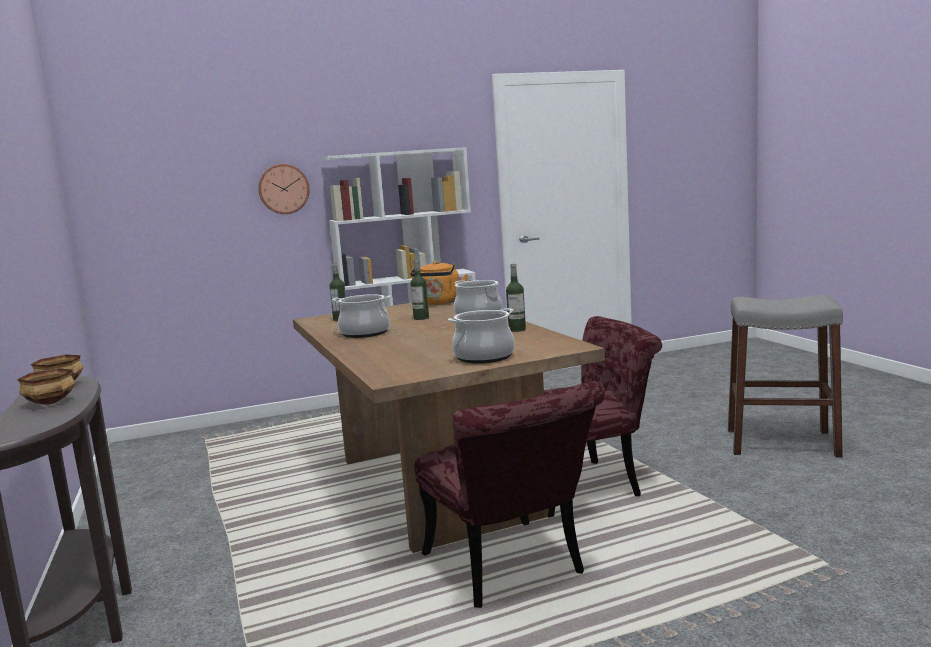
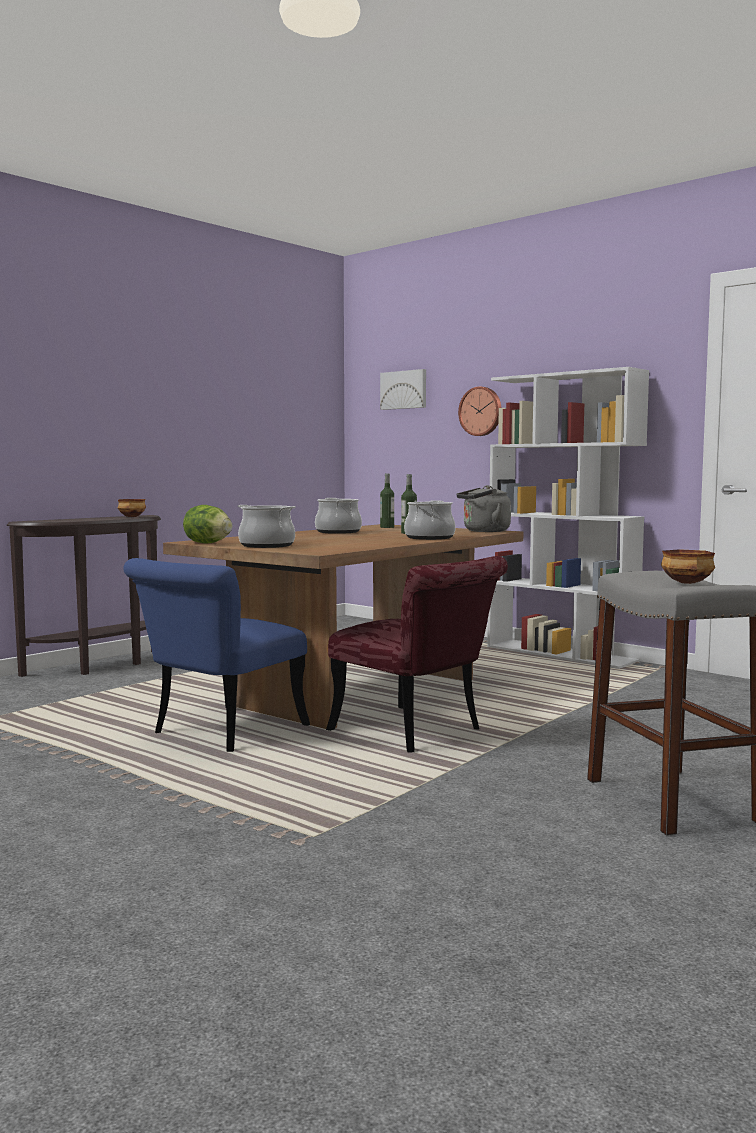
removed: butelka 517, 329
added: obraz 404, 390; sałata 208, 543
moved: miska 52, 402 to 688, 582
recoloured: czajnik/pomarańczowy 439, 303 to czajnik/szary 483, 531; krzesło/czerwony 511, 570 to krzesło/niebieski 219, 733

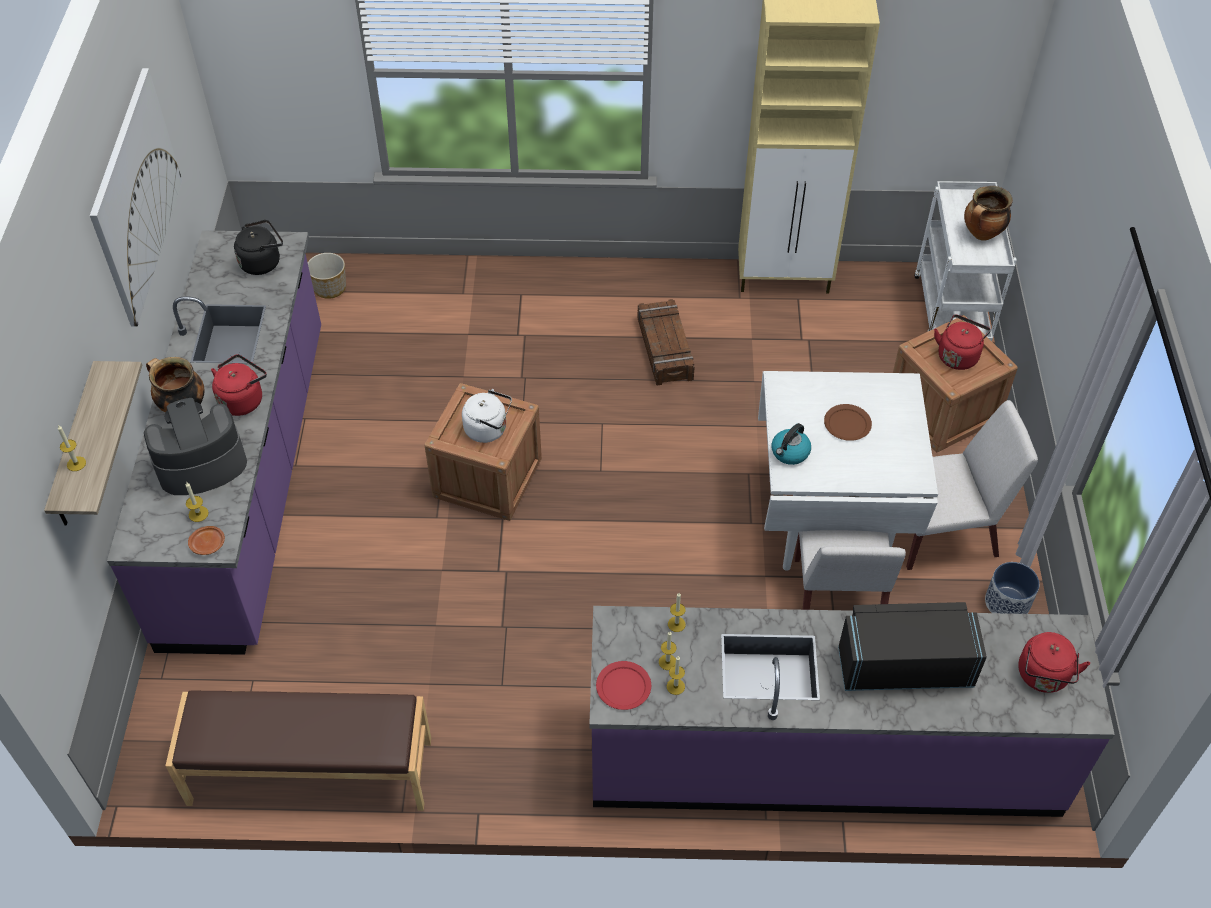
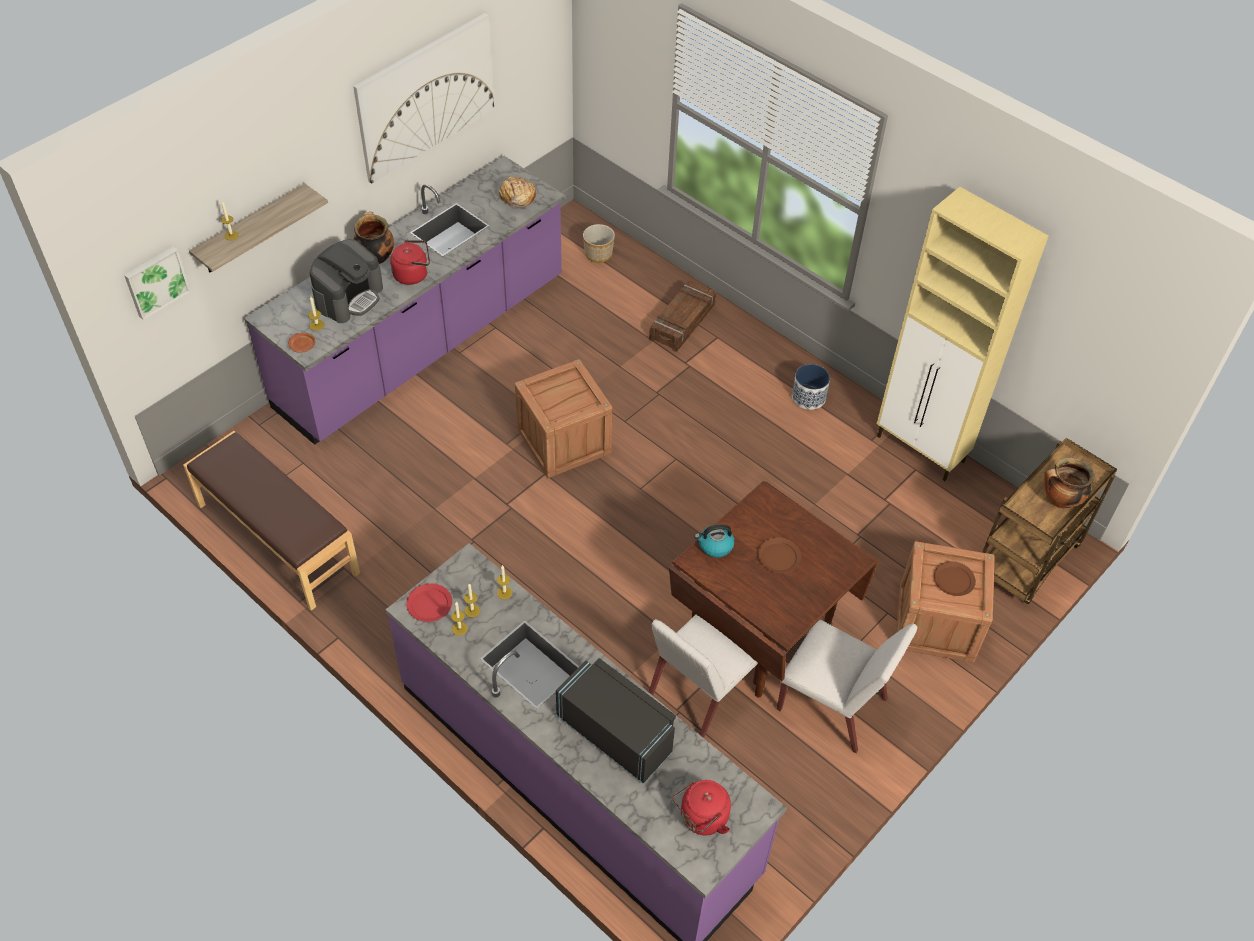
removed: czajnik/biały 488, 429
added: obraz 156, 281
moved: skrzynka 665, 348 to 683, 322; donica 1007, 603 to 808, 397
replaced: czajnik/czarny 262, 262 to chleb 517, 197; czajnik/czerwony 958, 355 to talerz/brązowy 954, 580
recoloured: wózek/biały 952, 314 to wózek/brązowy 1027, 561; stół jadalny/biały 830, 519 to stół jadalny/brązowy 761, 634
turned: ekspres do kawy 200, 464 = 349, 297 105 degrees clockwise

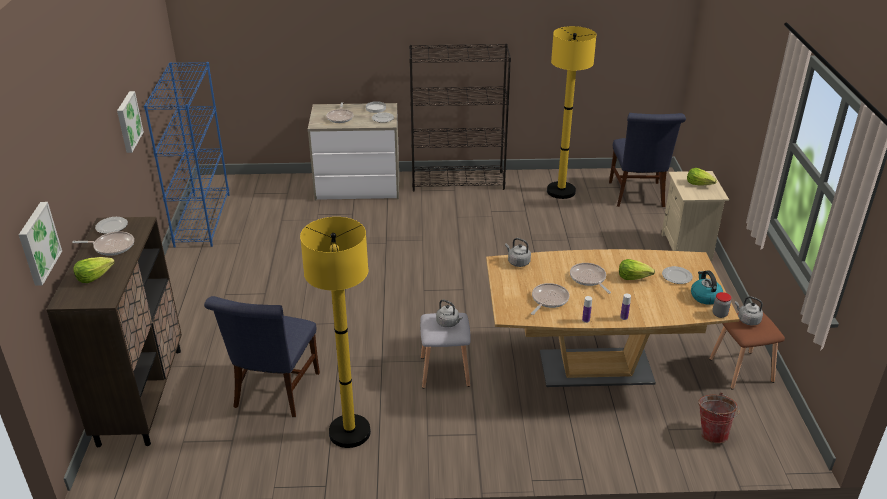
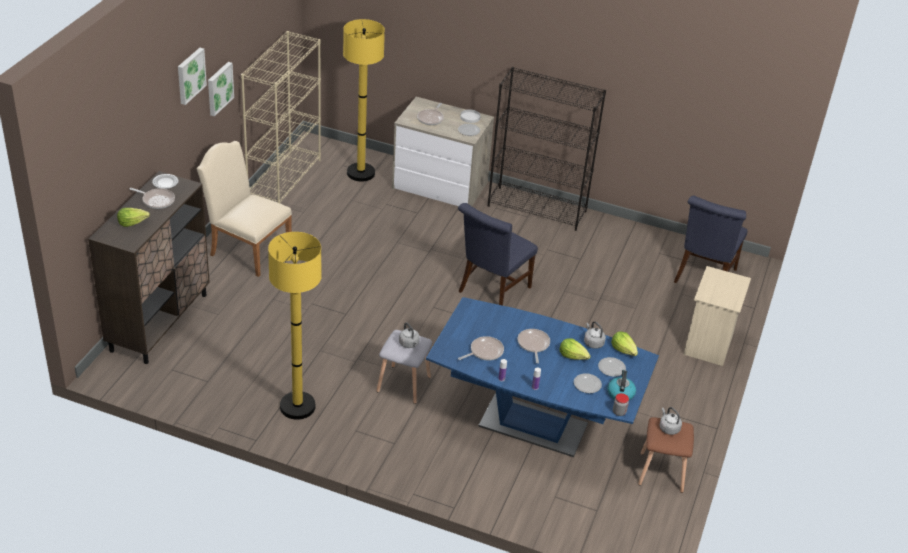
removed: wiadro 712, 432
added: krzesło/beżowy 246, 249; talerz 587, 385
moved: lampa stojąca/żółty 561, 191 to 360, 173; sałata 699, 184 to 624, 350; obraz 37, 243 to 190, 75; czajnik/szary 517, 262 to 593, 343; krzesło/niebieski 274, 393 to 491, 291
recoloured: regał/niebieski 202, 219 to regał/beżowy 284, 178; stół jadalny/brązowy 595, 368 to stół jadalny/niebieski 533, 425

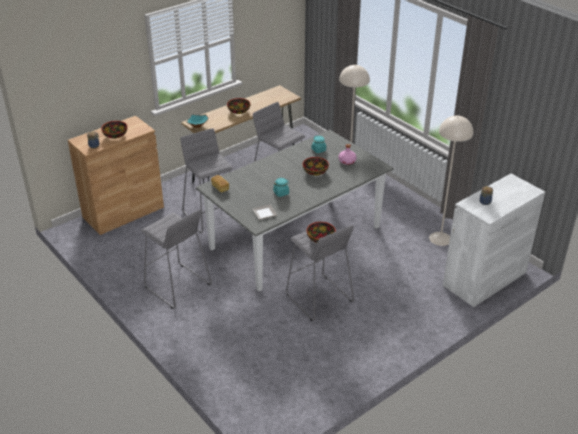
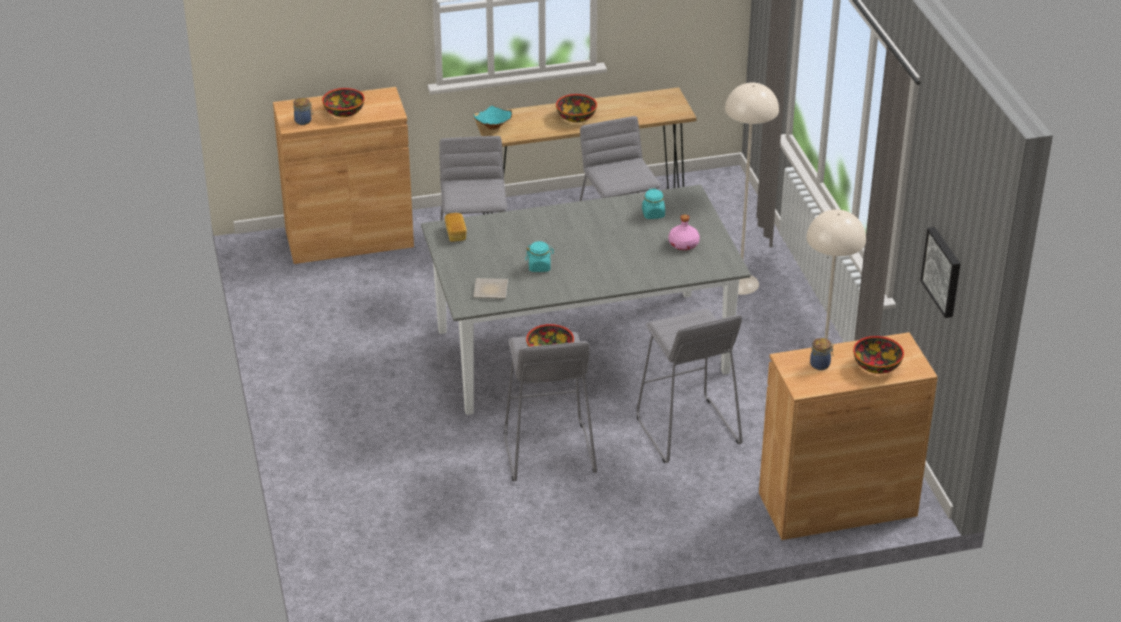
added: obraz 943, 271
moved: miska 315, 172 to 876, 365; stołek/szary 177, 286 to 687, 431
recoloured: szafka/biały 484, 279 to szafka/brązowy 837, 504

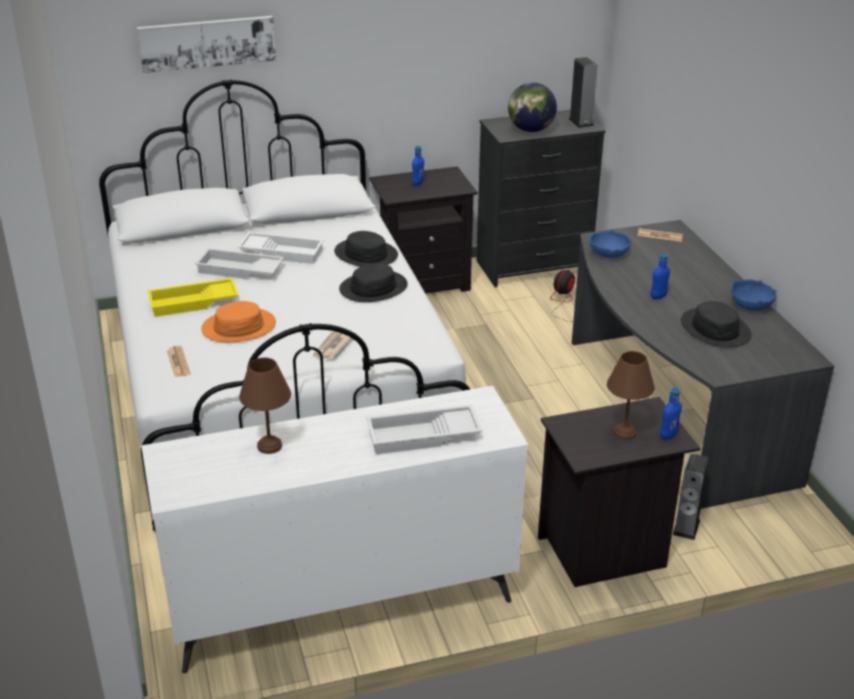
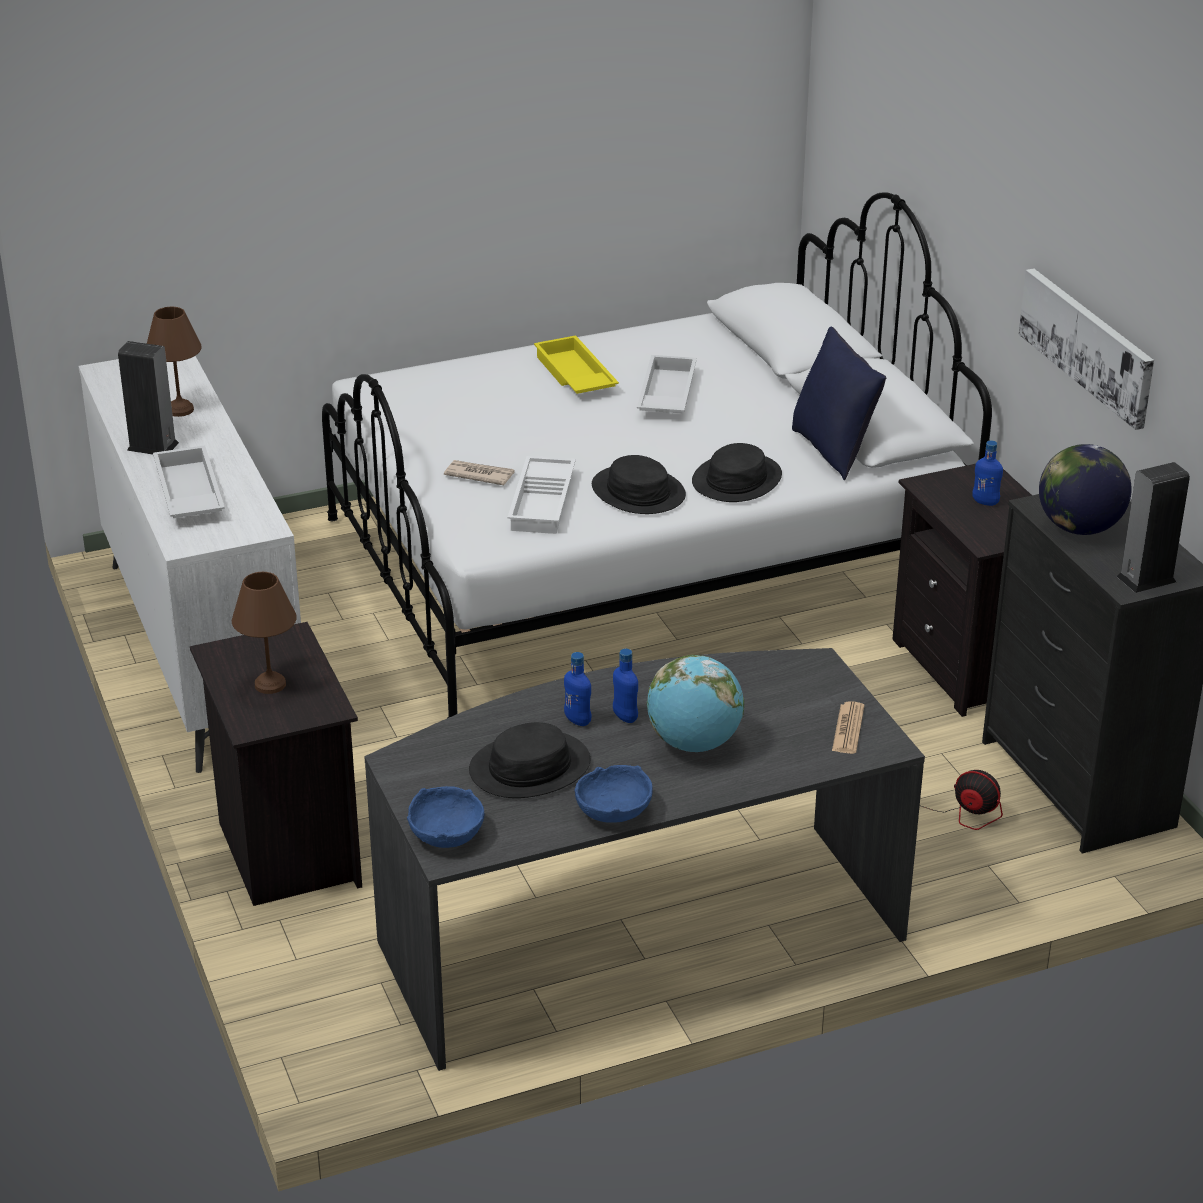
removed: kapelusz/pomarańczowy 239, 327; gazeta 178, 362
added: poduszka/niebieski 833, 451; globus 694, 743
moved: obraz 207, 43 to 1087, 345; miska/niebieski 609, 253 to 446, 835; taca/biały 282, 252 to 544, 502; butelka/niebieski 668, 435 to 577, 720; głośnik 686, 527 to 153, 446

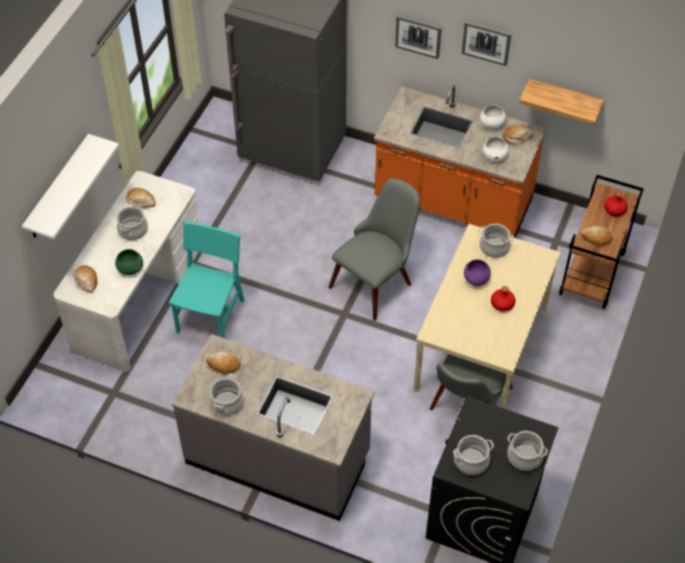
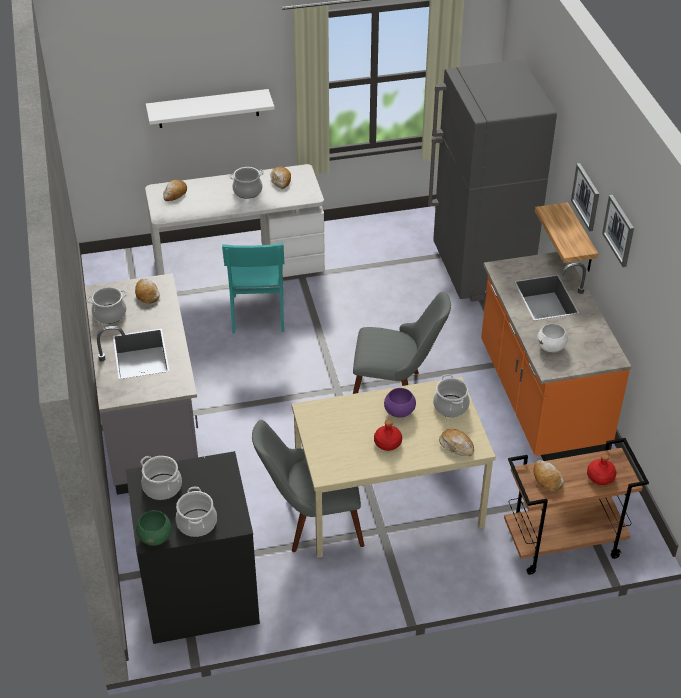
removed: miska/biały 491, 124
moved: półka 564, 99 to 580, 240; chleb 517, 137 to 456, 446; miska/zielony 130, 268 to 155, 537
turned: krzesło/turkusowy 211, 316 = 258, 313 105 degrees clockwise

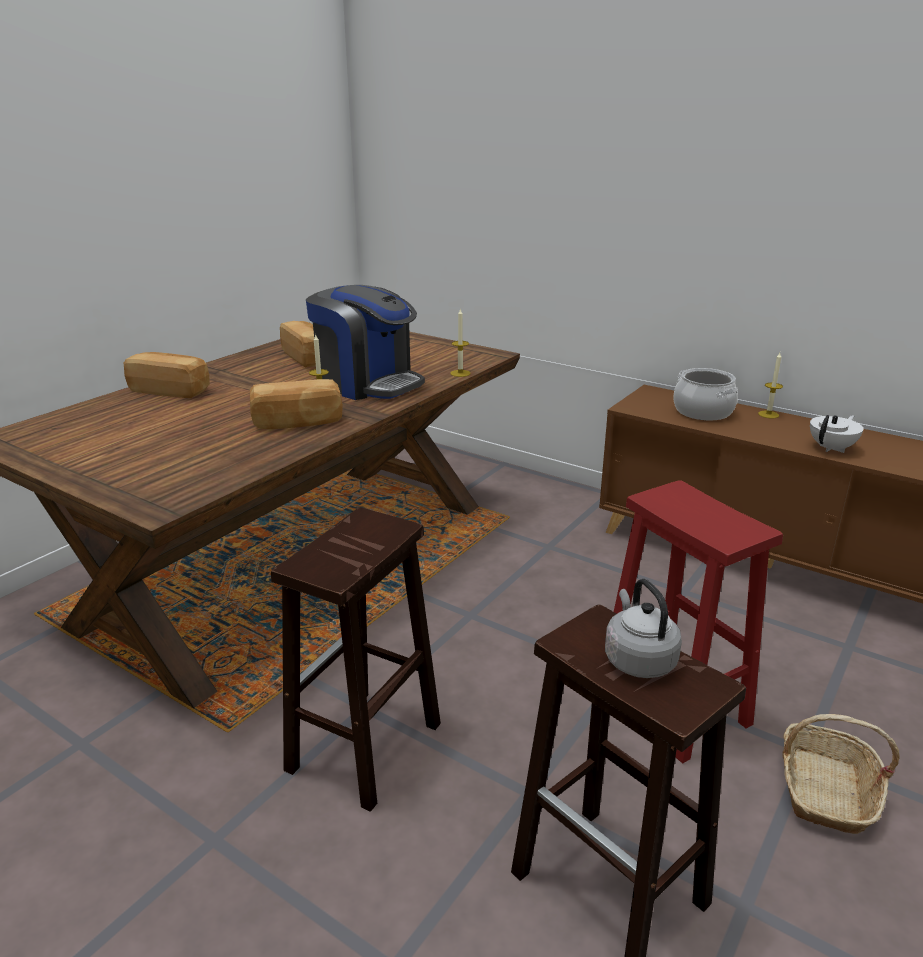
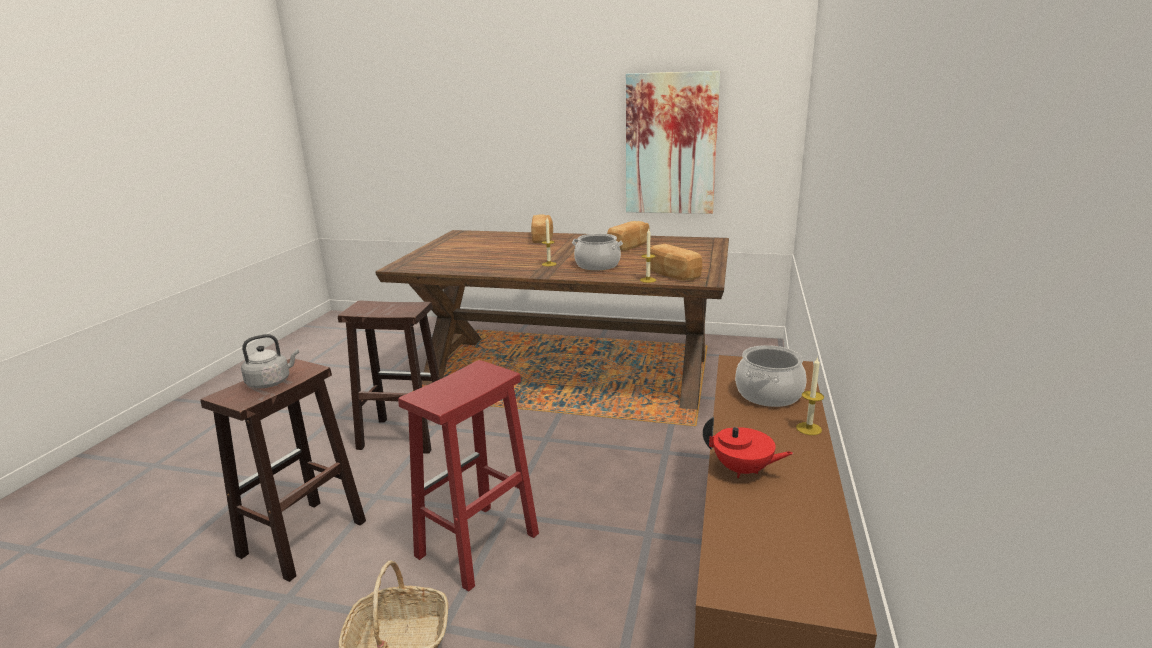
added: obraz 670, 144
moved: chleb 298, 423 to 672, 274
replaced: ekspres do kawy 367, 383 to garnek 597, 265
recoloured: imbryk/biały 832, 448 to imbryk/czerwony 742, 470

